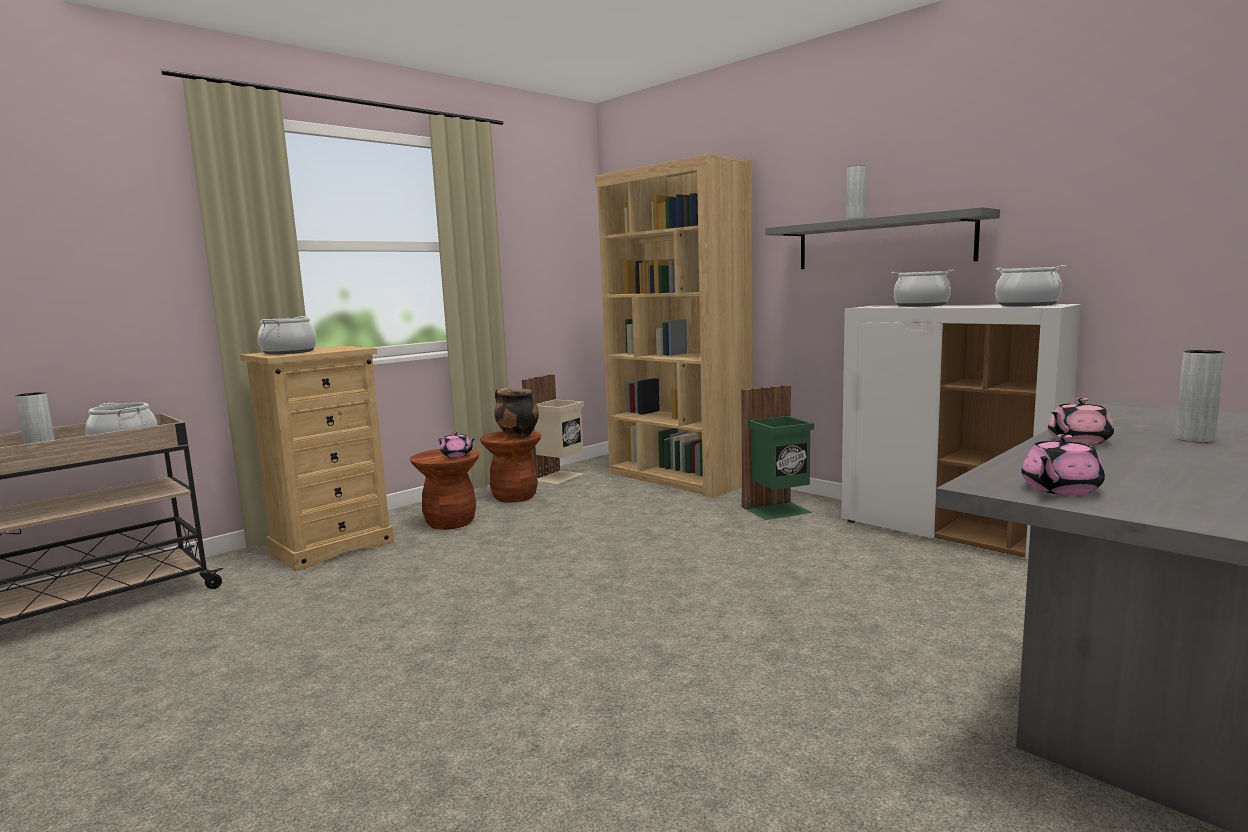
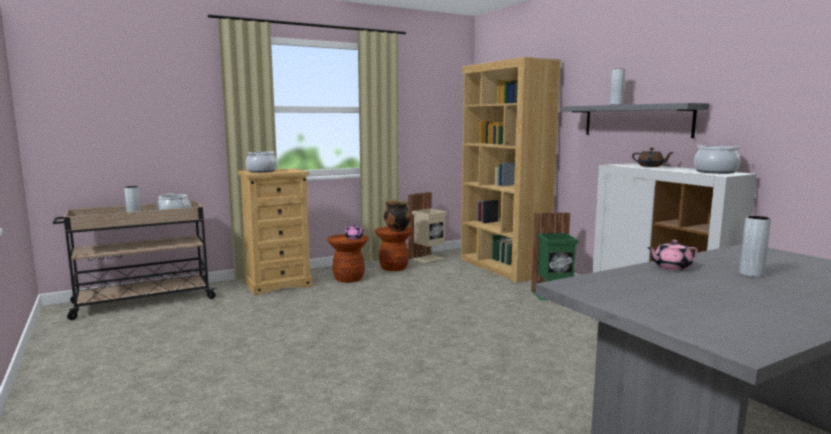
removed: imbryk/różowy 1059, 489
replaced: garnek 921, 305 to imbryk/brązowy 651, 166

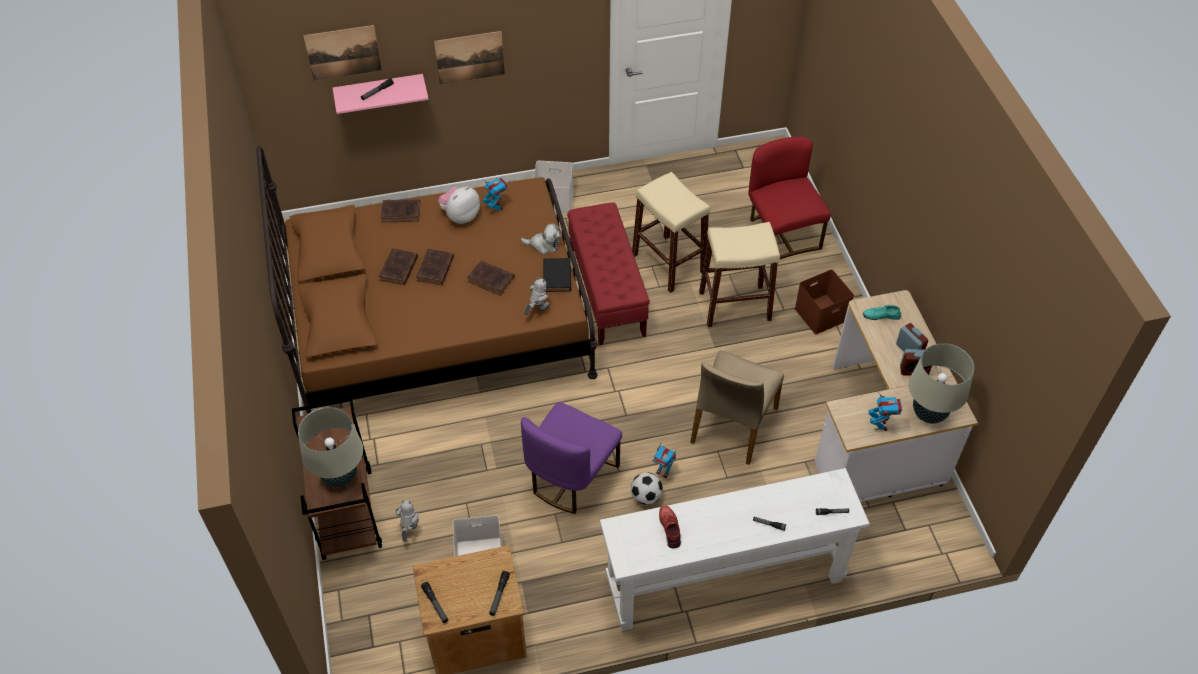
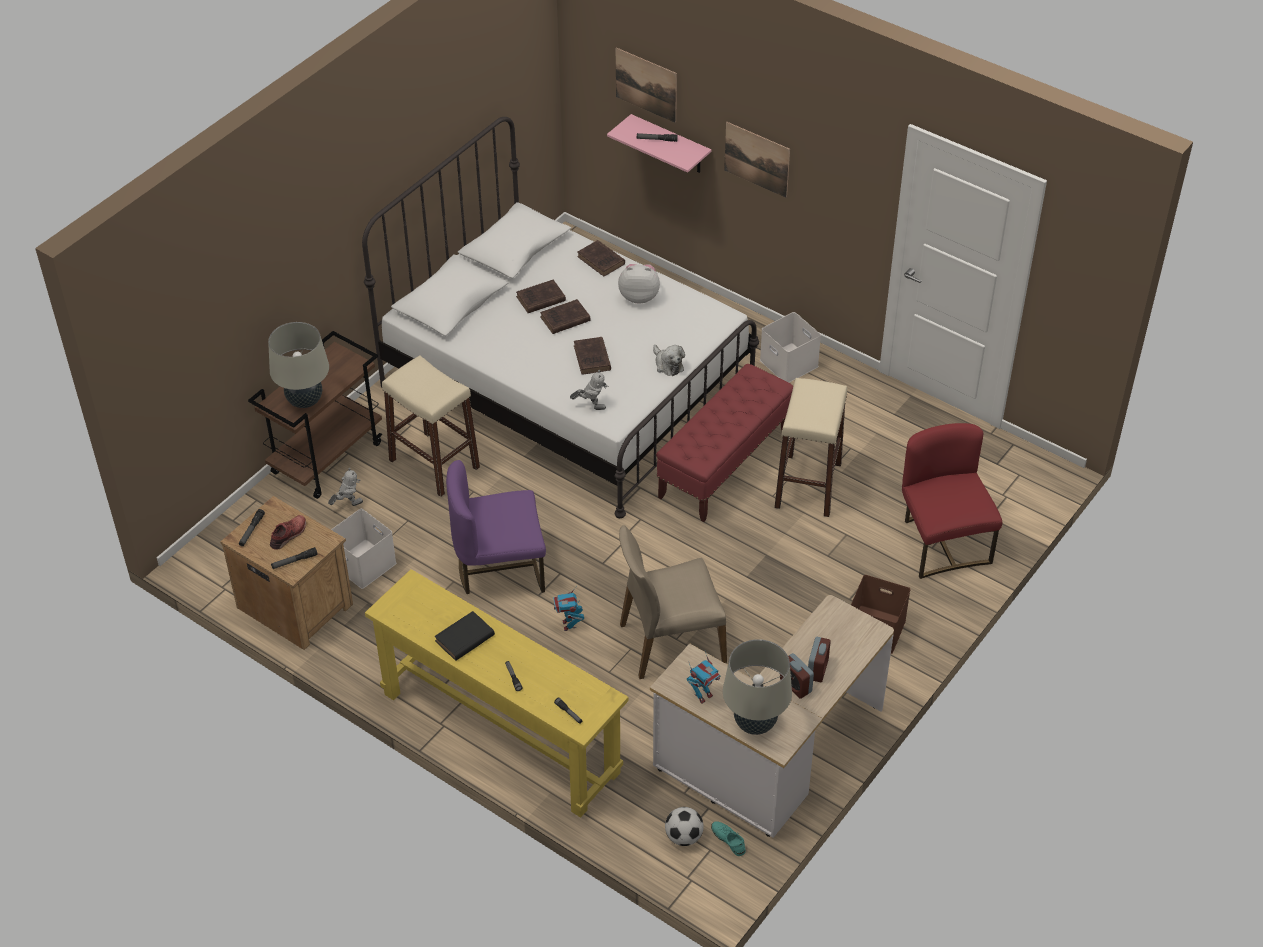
removed: robot zabawkowy 497, 208
moved: stołek/beżowy 734, 306 to 434, 463; książka/czarny 557, 278 to 463, 639; but/turkusowy 881, 315 to 728, 839; piłka futbolowa 646, 496 to 683, 837; but/czerwony 670, 528 to 288, 535
recoloured: łóżko/brązowy 439, 322 to łóżko/biały 567, 384; stolik konsolowy/biały 724, 579 to stolik konsolowy/żółty 500, 733
turned: krzesło/czerwony 781, 235 = 942, 543 45 degrees counterclockwise

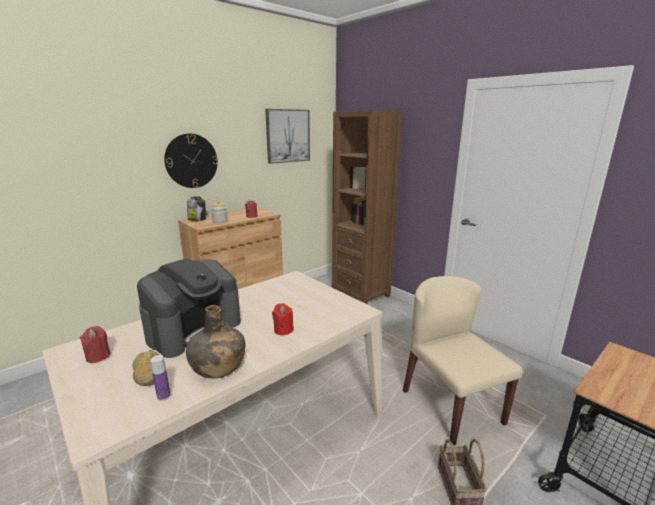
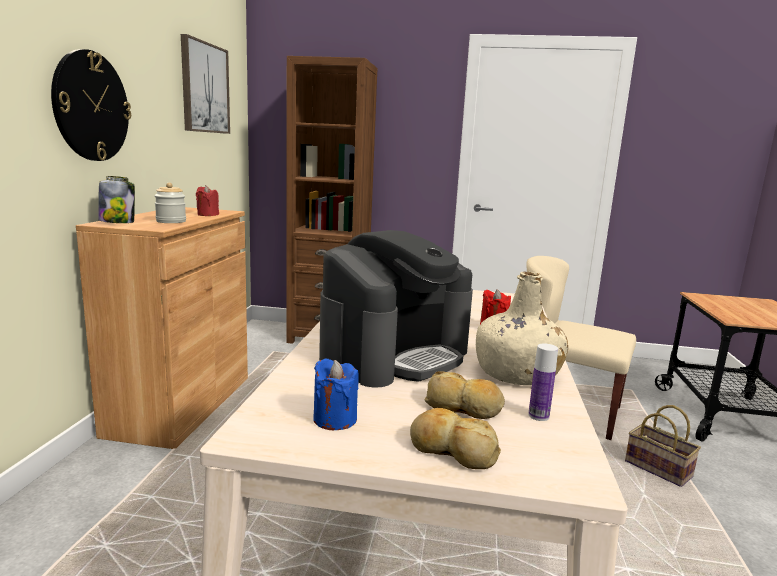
added: chleb 452, 450
recoloured: butelka/zielony 217, 366 to butelka/beżowy 517, 374; świeca/czerwony 98, 356 to świeca/niebieski 335, 419
turned: ekspres do kawy 195, 330 = 395, 355 45 degrees clockwise

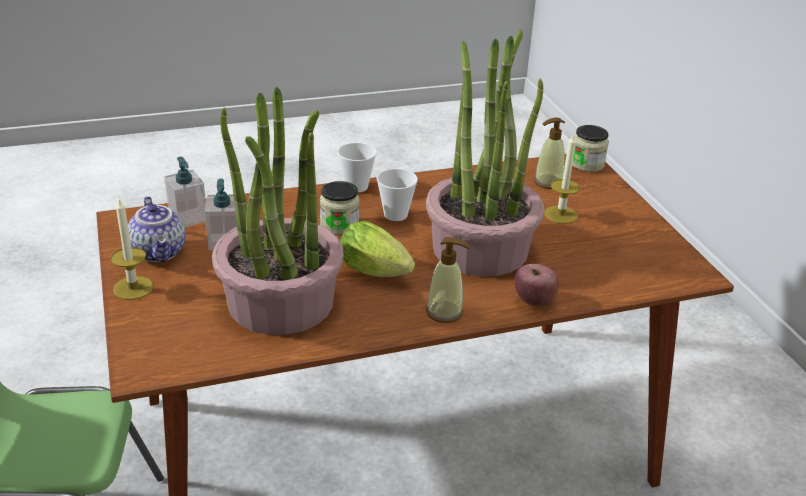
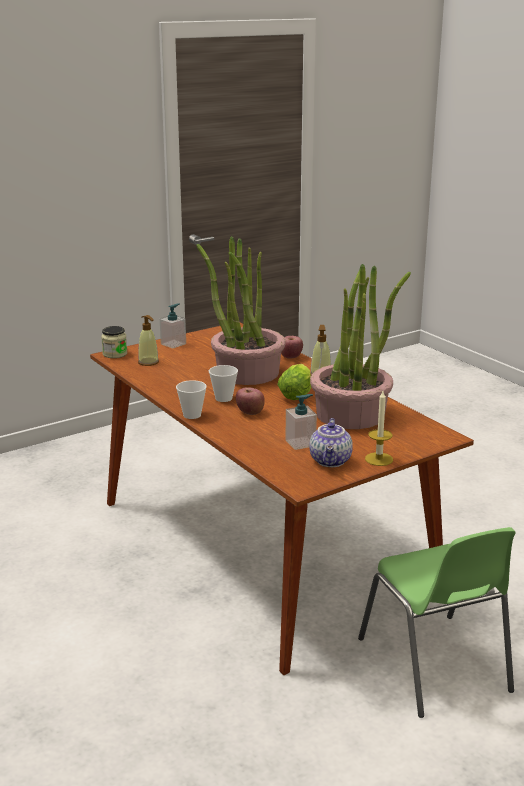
removed: świeca 560, 214
moved: dozownik mydła 188, 218 to 173, 344
replaced: słoik 339, 225 to jabłko 250, 412
turned: imbryk 160, 252 = 331, 461 135 degrees clockwise

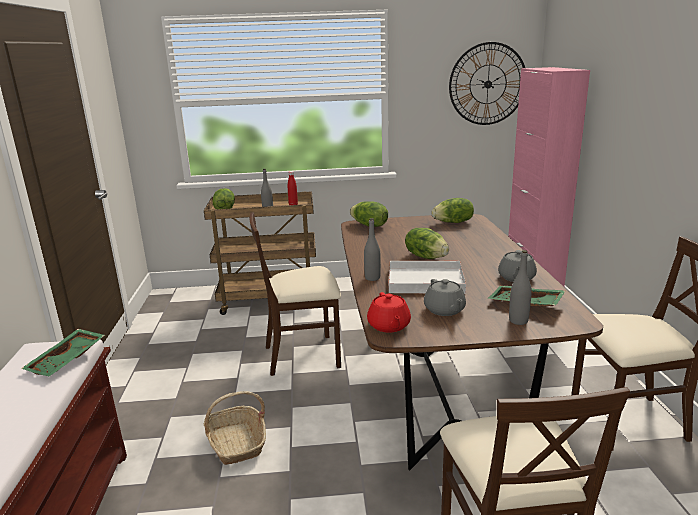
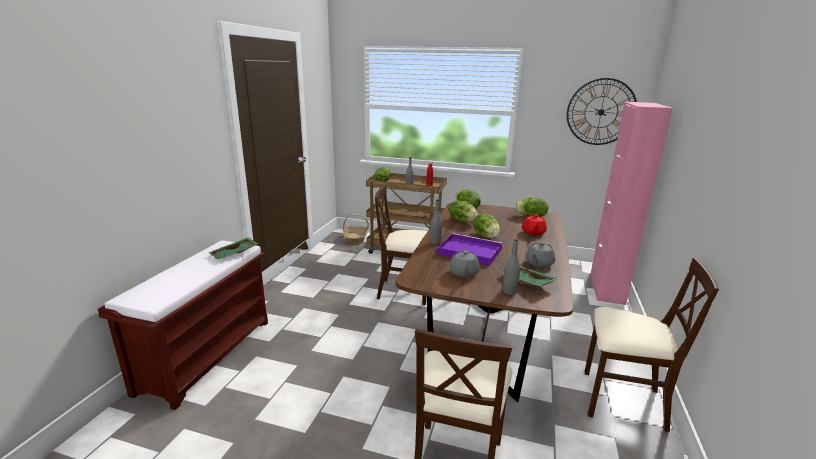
added: sałata 462, 220
moved: imbryk/czerwony 389, 326 to 533, 232; koszyk 237, 443 to 355, 238
recoloured: taca/biały 423, 281 to taca/fioletowy 468, 251

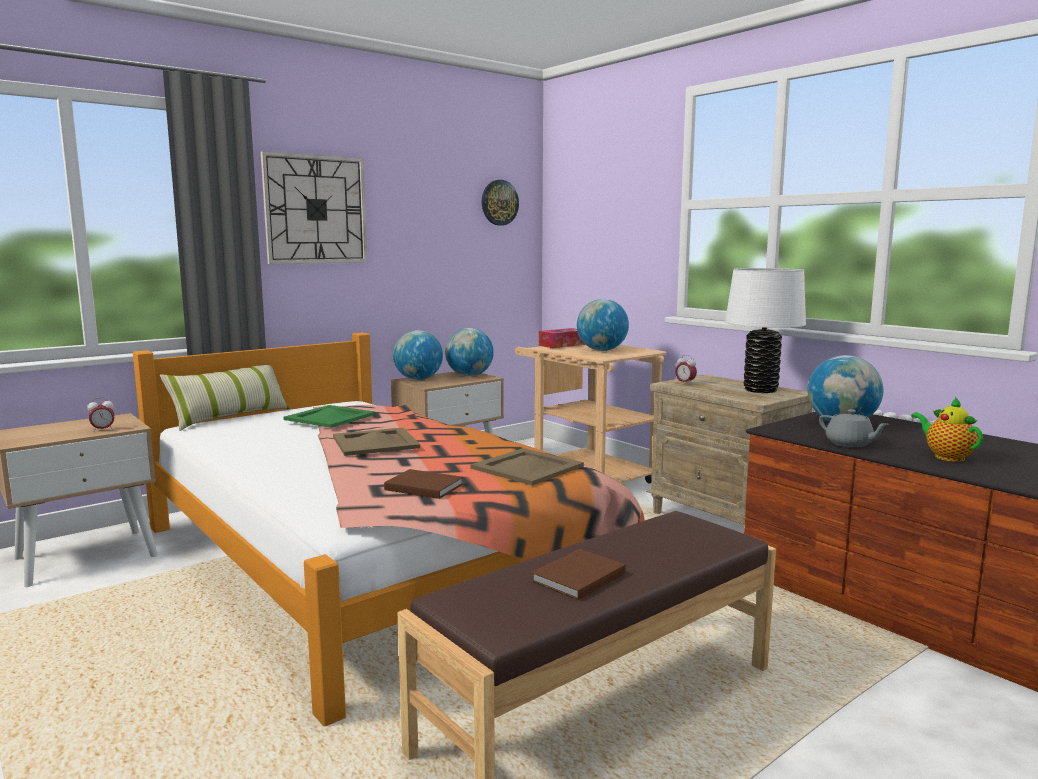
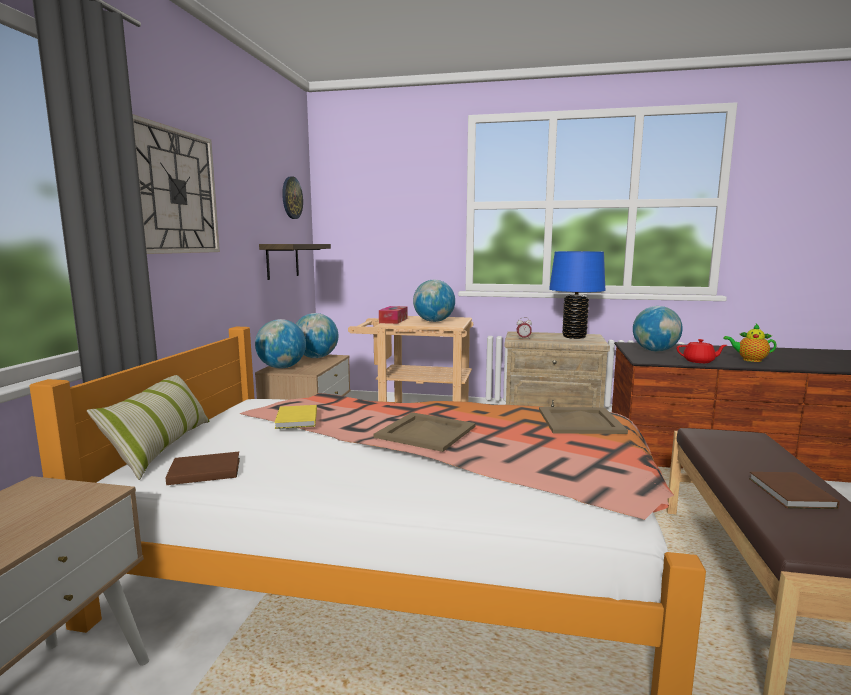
removed: budzik 103, 430
added: półka 282, 260
moved: książka/brązowy 423, 486 to 203, 471
replaced: taca/zielony 329, 417 to książka/żółty 296, 419
recoloured: lampa stołowa/biały 760, 390 to lampa stołowa/niebieski 574, 336; imbryk/szary 849, 444 to imbryk/czerwony 699, 361

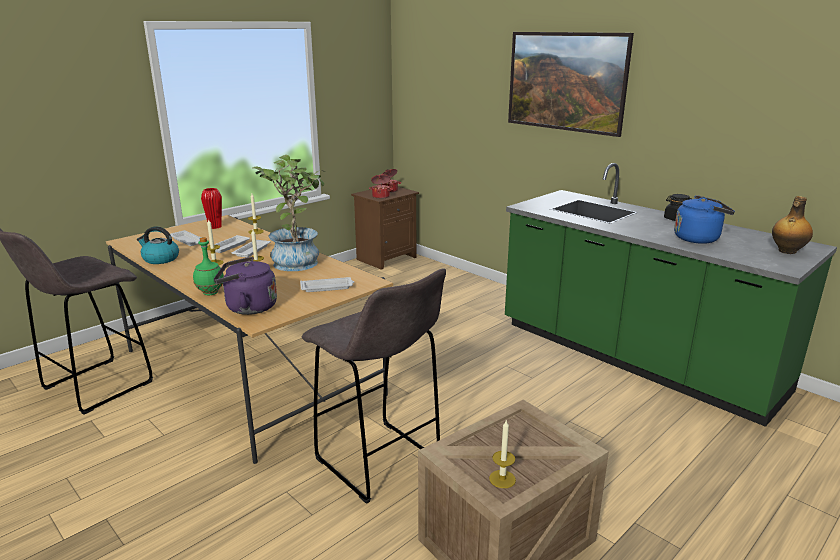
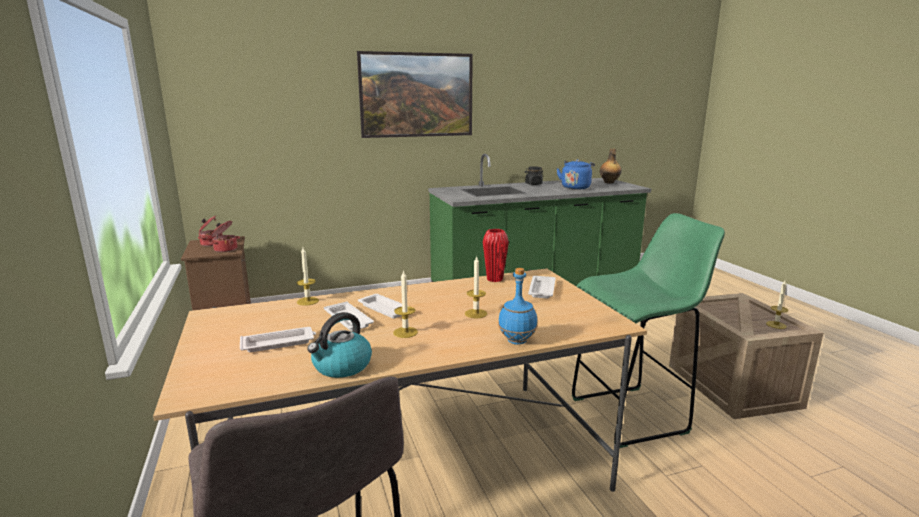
removed: roślina doniczkowa 297, 260; czajnik/fioletowy 248, 308
moved: wazon/czerwony 215, 227 to 494, 279
recoloured: butelka/zielony 210, 293 to butelka/niebieski 517, 341; stołek/szary 380, 462 to stołek/zielony 631, 415

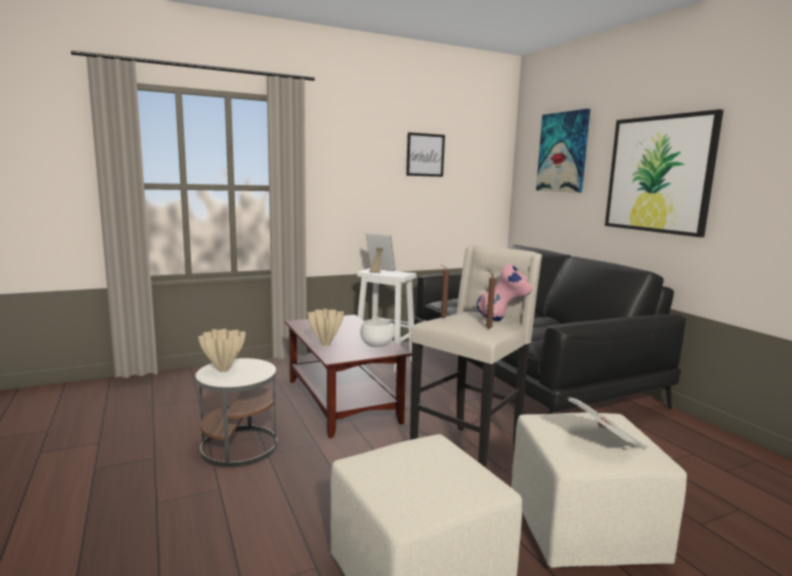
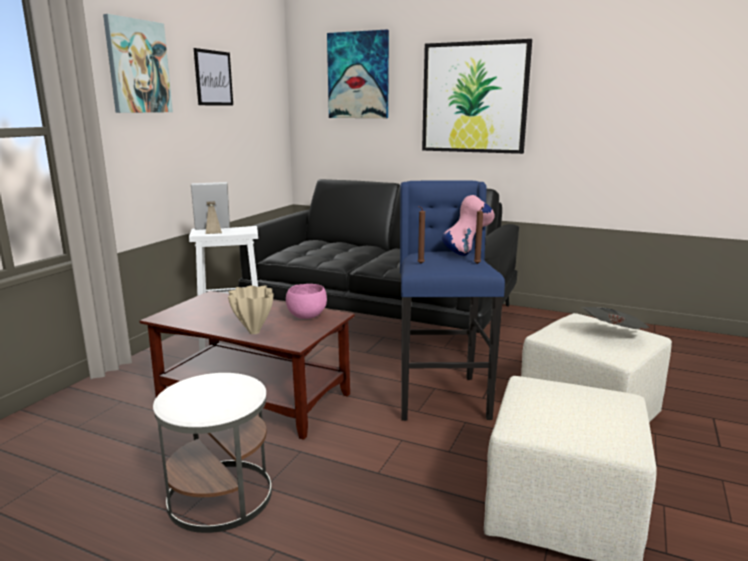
removed: wazon/beżowy 222, 370
added: obraz 138, 66
recoloured: stołek/beżowy 468, 453 to stołek/niebieski 440, 397; miska/biały 376, 345 to miska/różowy 307, 316

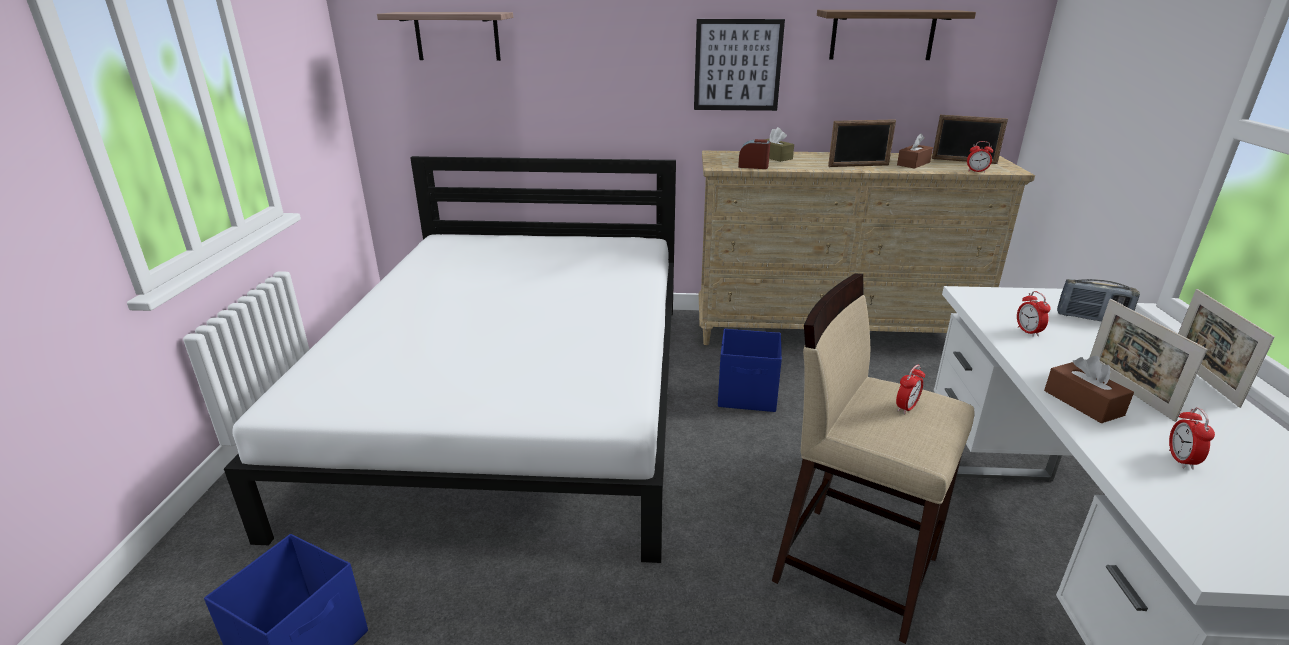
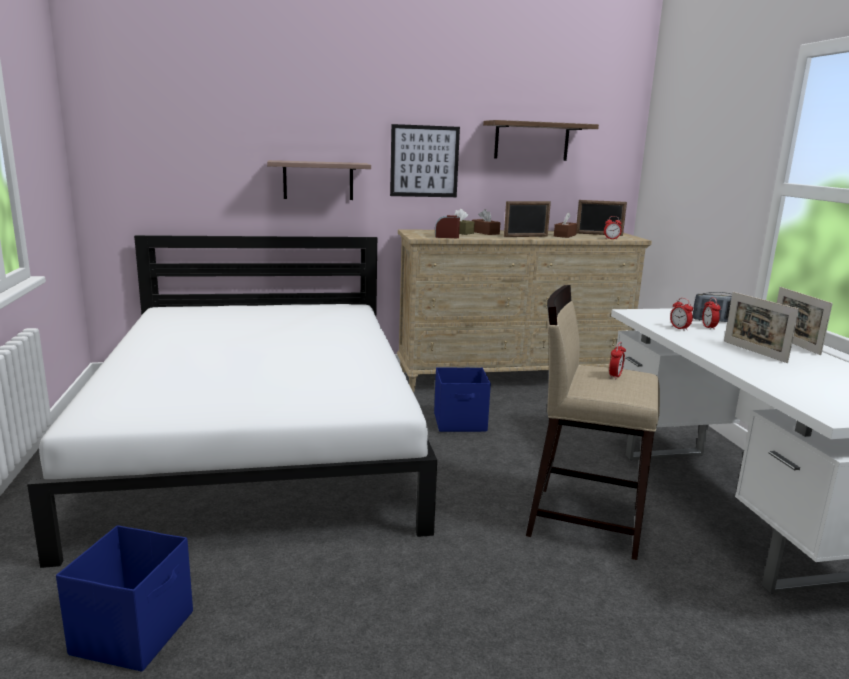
moved: półka 457, 36 to 318, 180; pudełko chusteczek/brązowy 1083, 403 to 485, 232; budzik 1180, 460 to 708, 327

